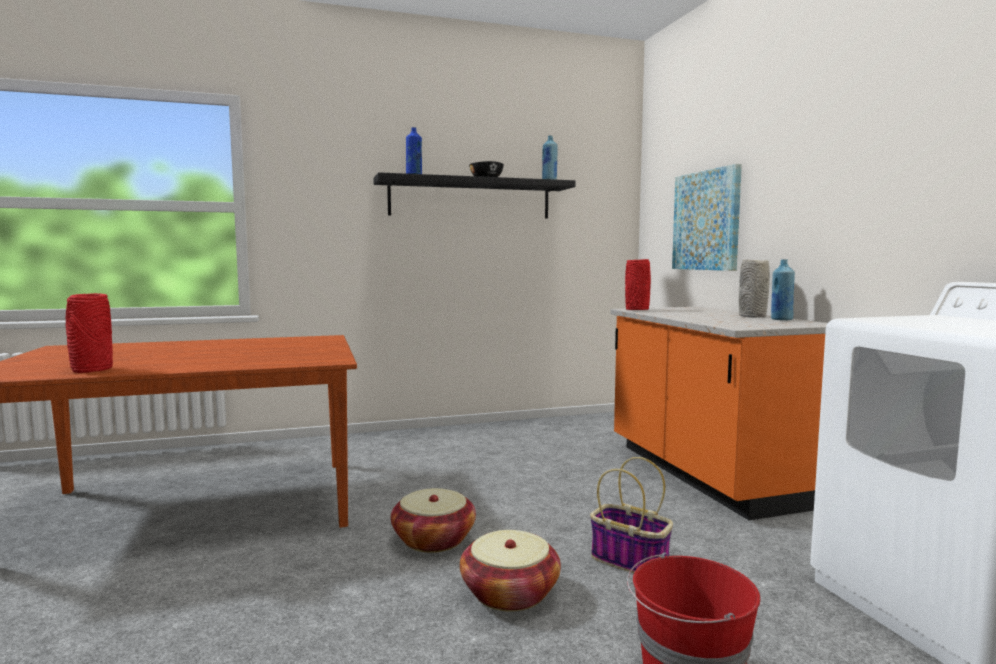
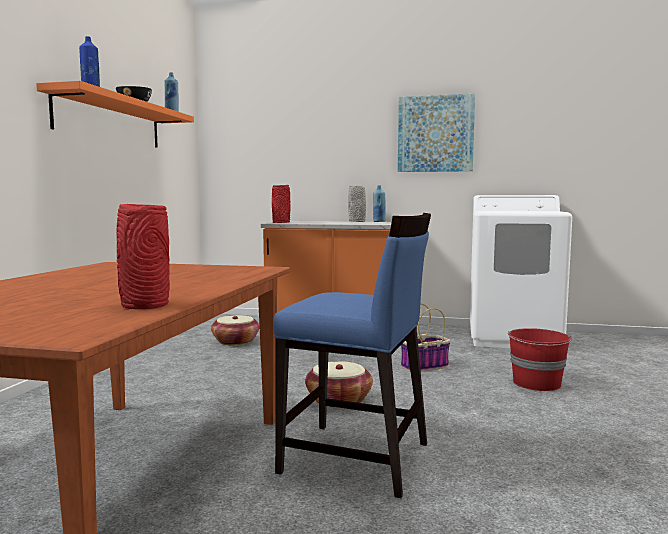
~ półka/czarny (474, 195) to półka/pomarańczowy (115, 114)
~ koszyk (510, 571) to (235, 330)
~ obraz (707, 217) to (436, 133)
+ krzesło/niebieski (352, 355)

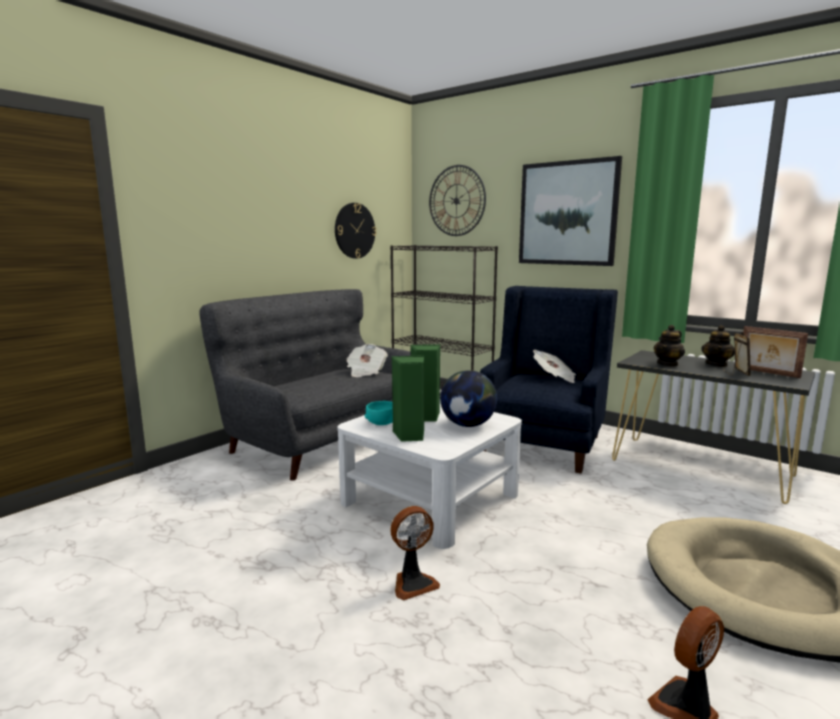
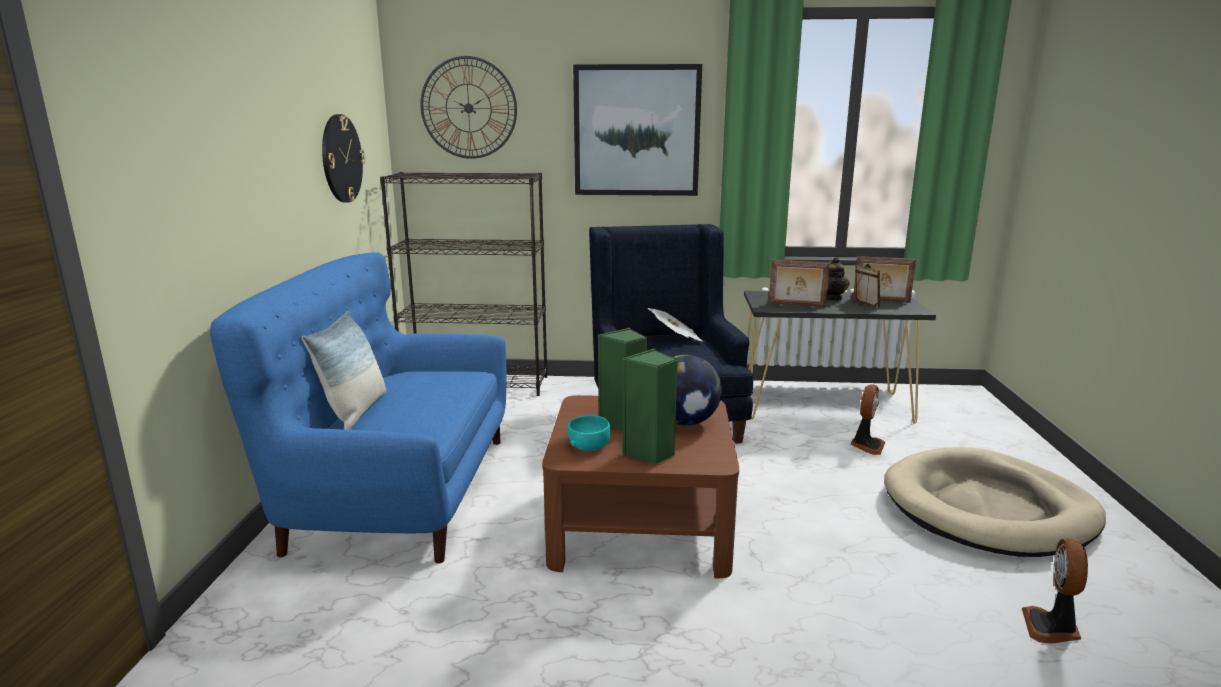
~ kanapa/szary (305, 385) to kanapa/niebieski (358, 408)
~ ława/biały (429, 475) to ława/brązowy (640, 486)
- gazeta (367, 360)
~ wentylator (415, 553) to (867, 420)
~ imbryk (669, 346) to ramka na zdjęcie (799, 283)
+ poduszka (344, 370)

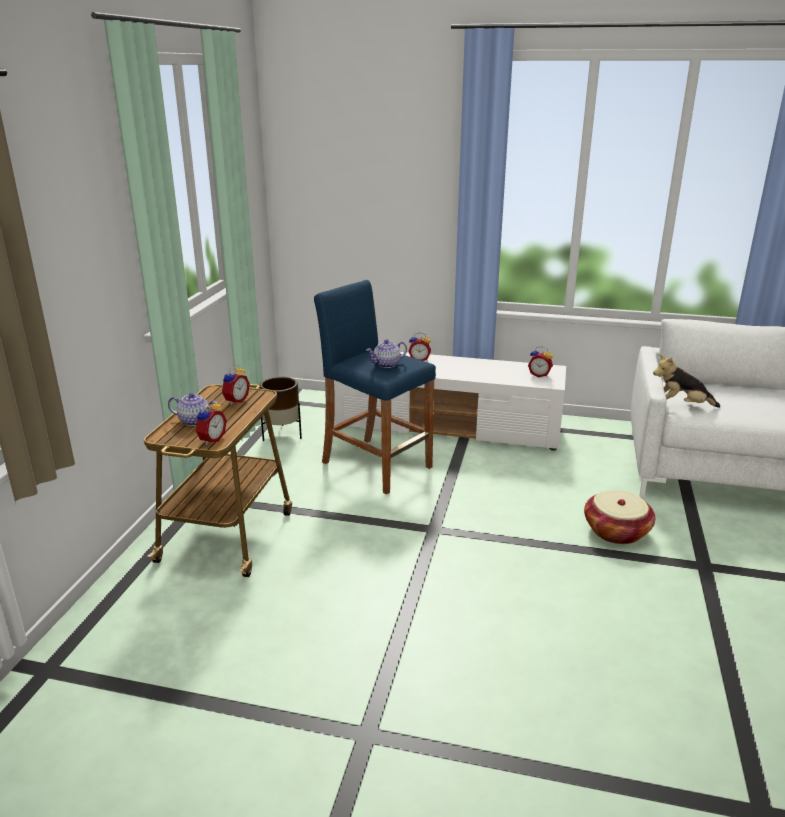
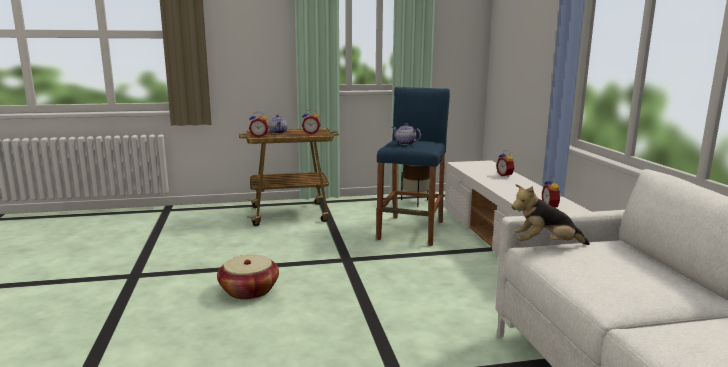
~ koszyk (619, 517) to (248, 276)
~ pluszak (686, 381) = (551, 214) 75 degrees counterclockwise

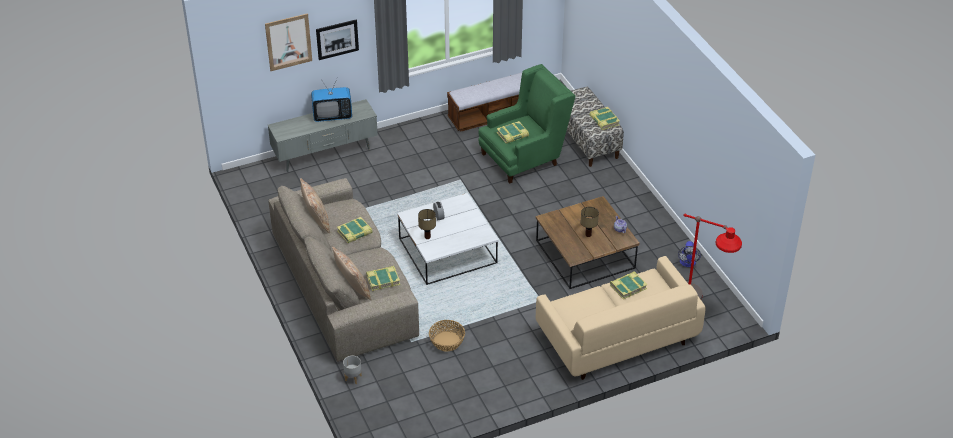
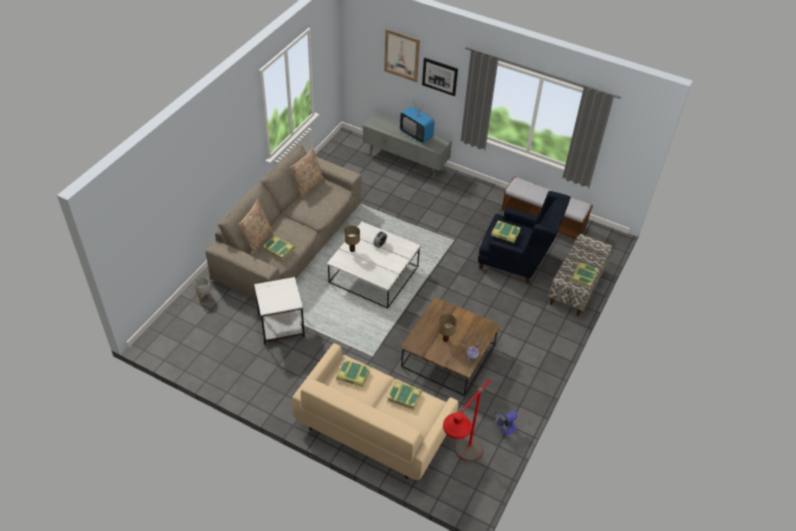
~ książka (354, 230) to (353, 373)
~ koszyk (447, 336) to stolik/biały (279, 311)
~ fotel/zielony (526, 123) to fotel/niebieski (524, 237)

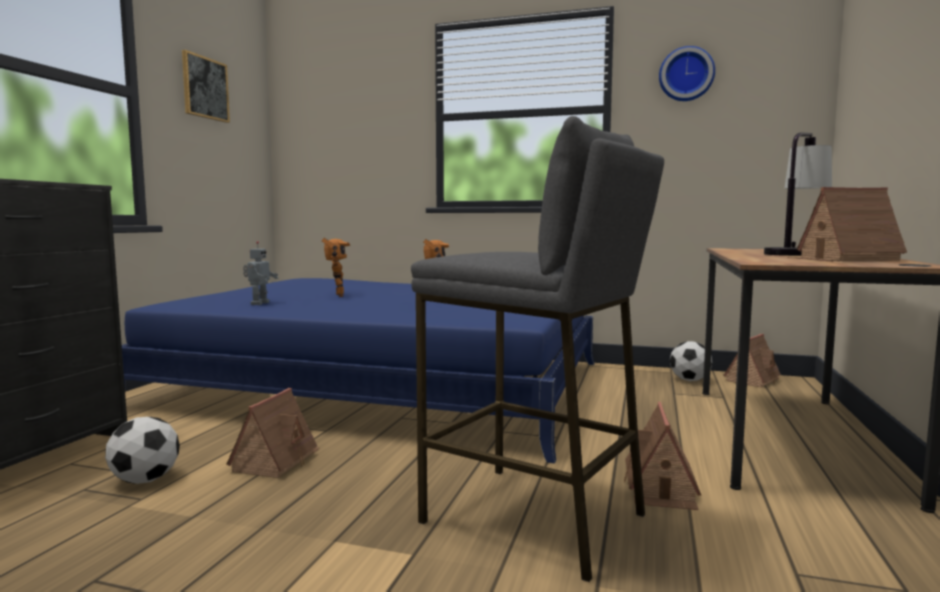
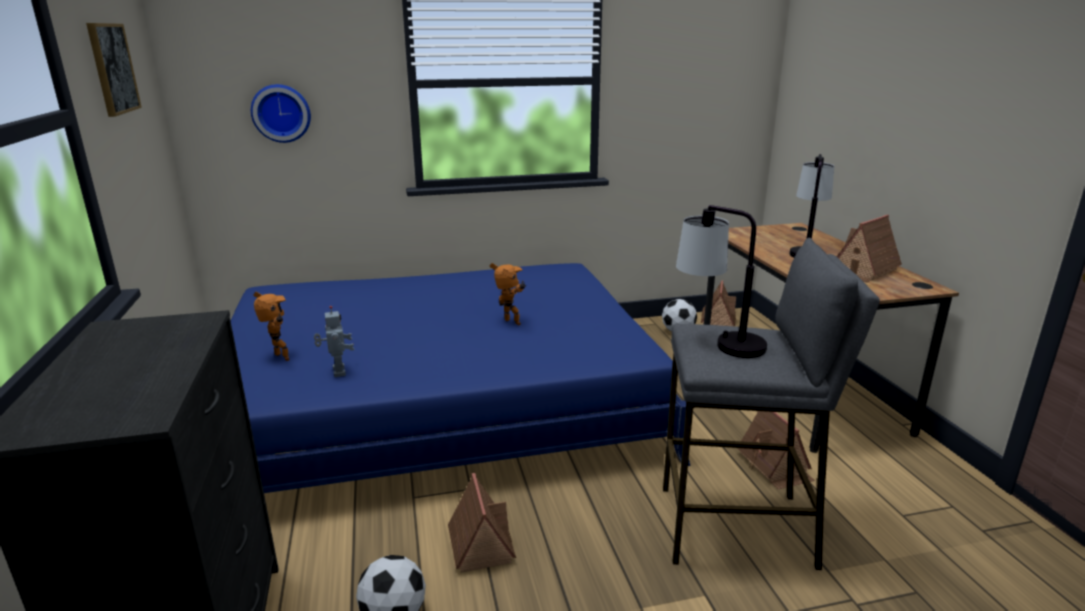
~ robot zabawkowy (336, 267) to (271, 326)
~ zegar ścienny (687, 73) to (281, 113)
+ lampa stołowa (721, 281)

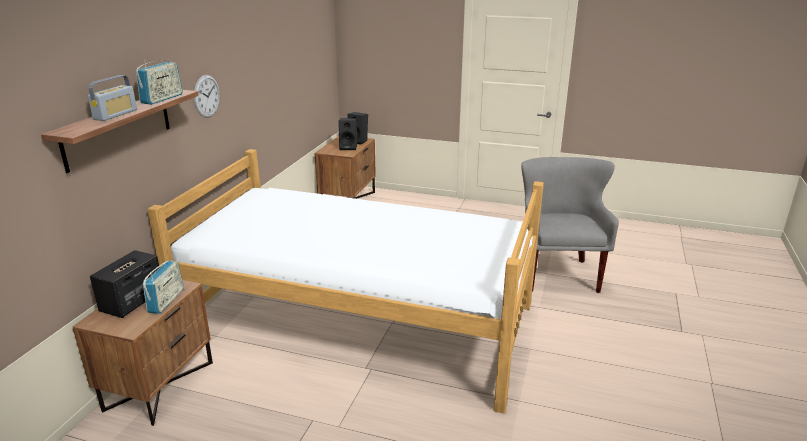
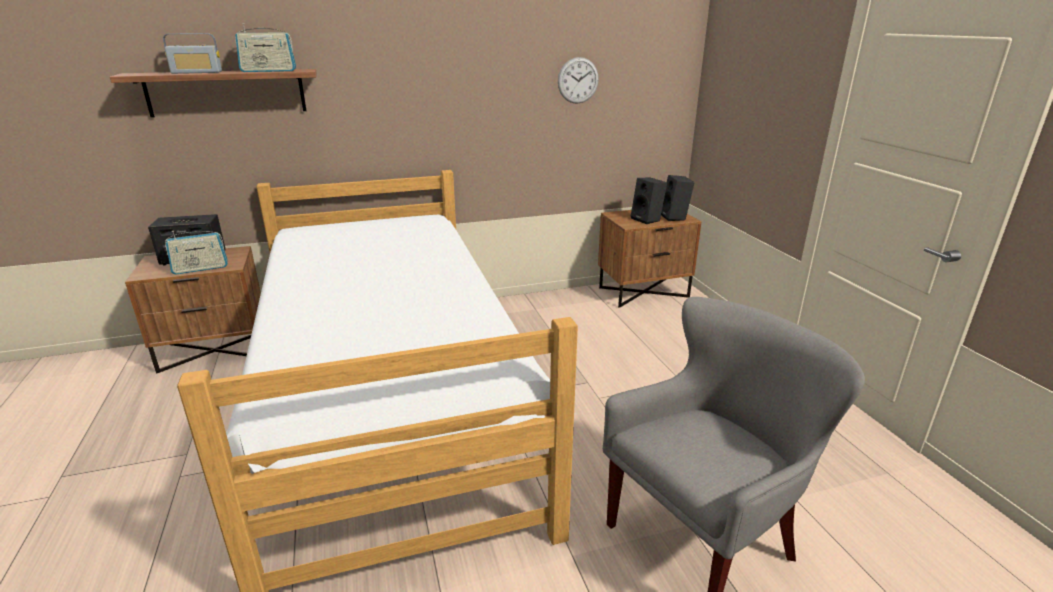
~ zegar ścienny (207, 96) to (578, 80)

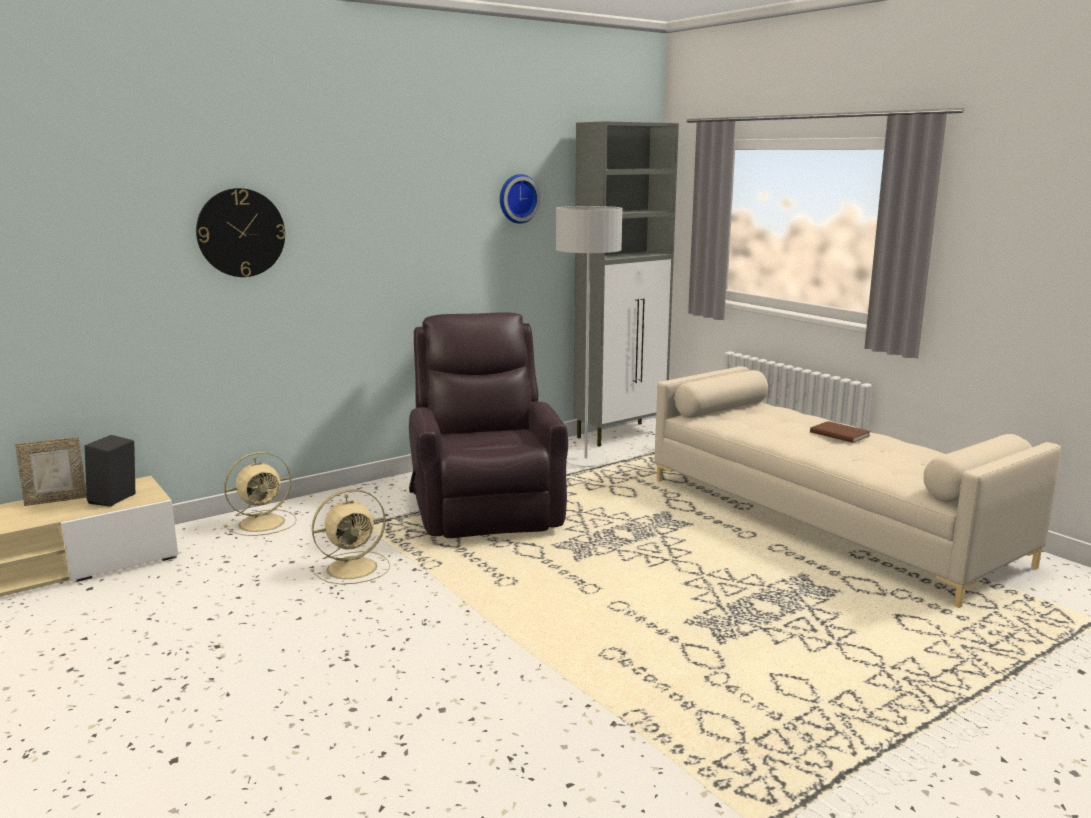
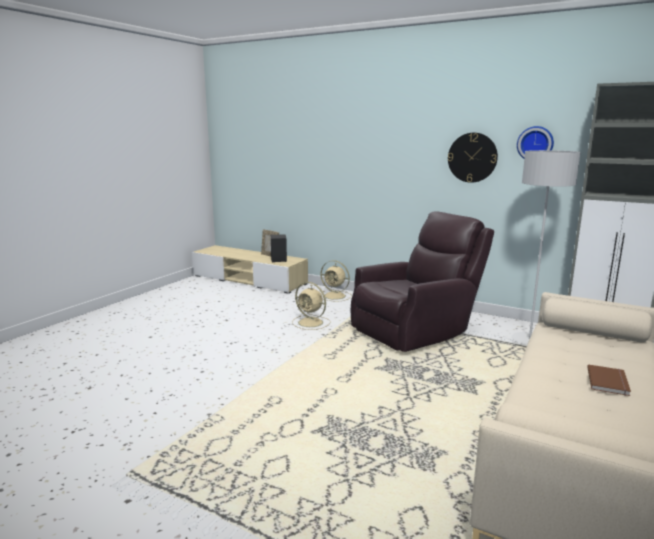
~ zegar ścienny (241, 232) to (473, 158)

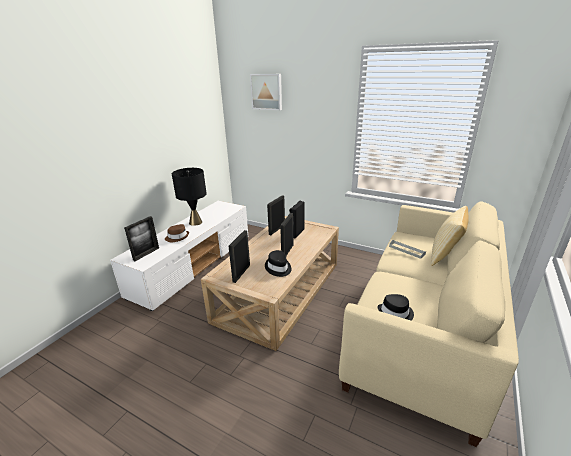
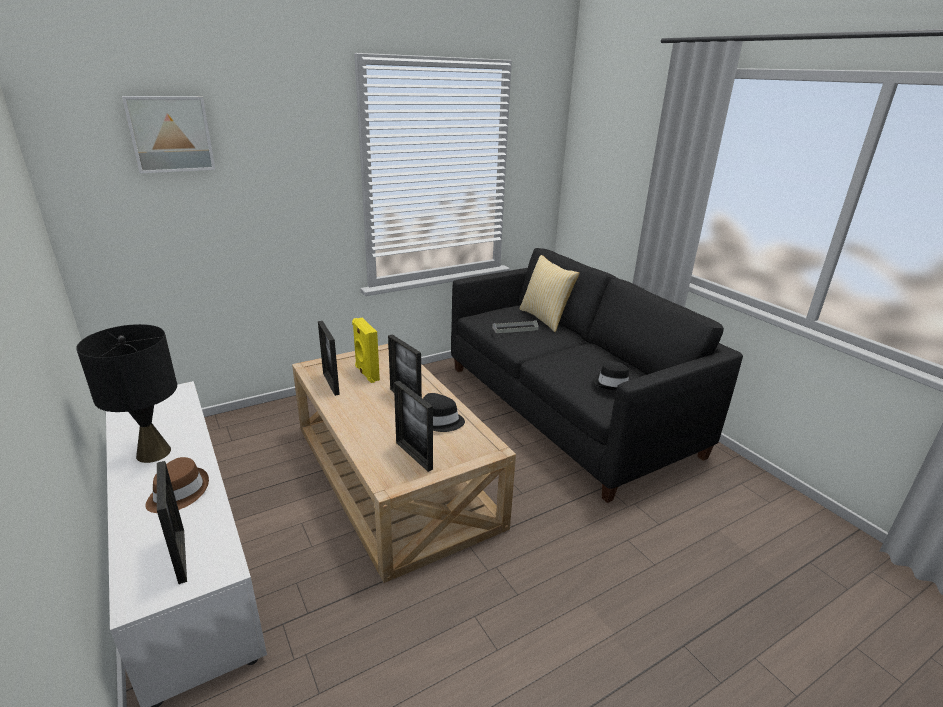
~ głośnik/czarny (297, 219) to głośnik/żółty (366, 350)
~ kanapa/beżowy (429, 324) to kanapa/czarny (597, 375)

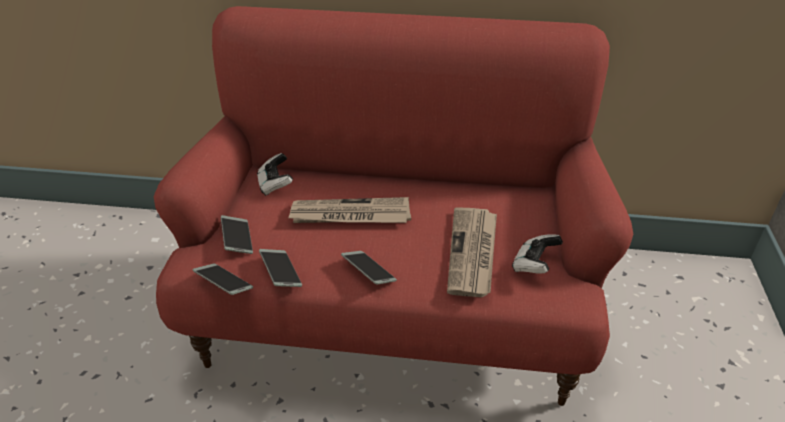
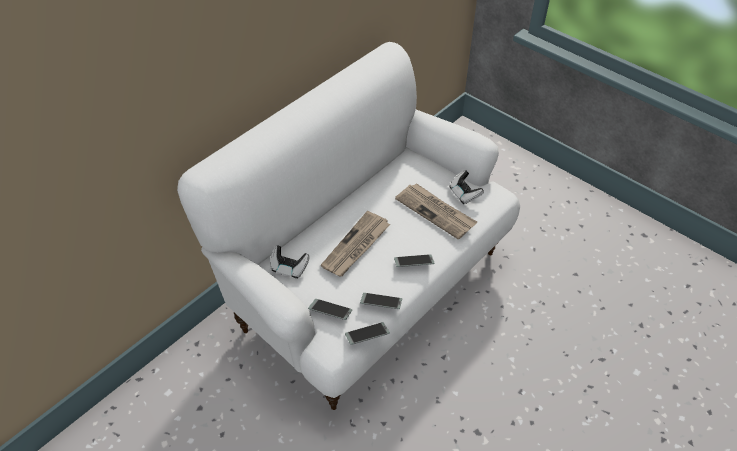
~ kanapa/czerwony (393, 206) to kanapa/biały (348, 226)

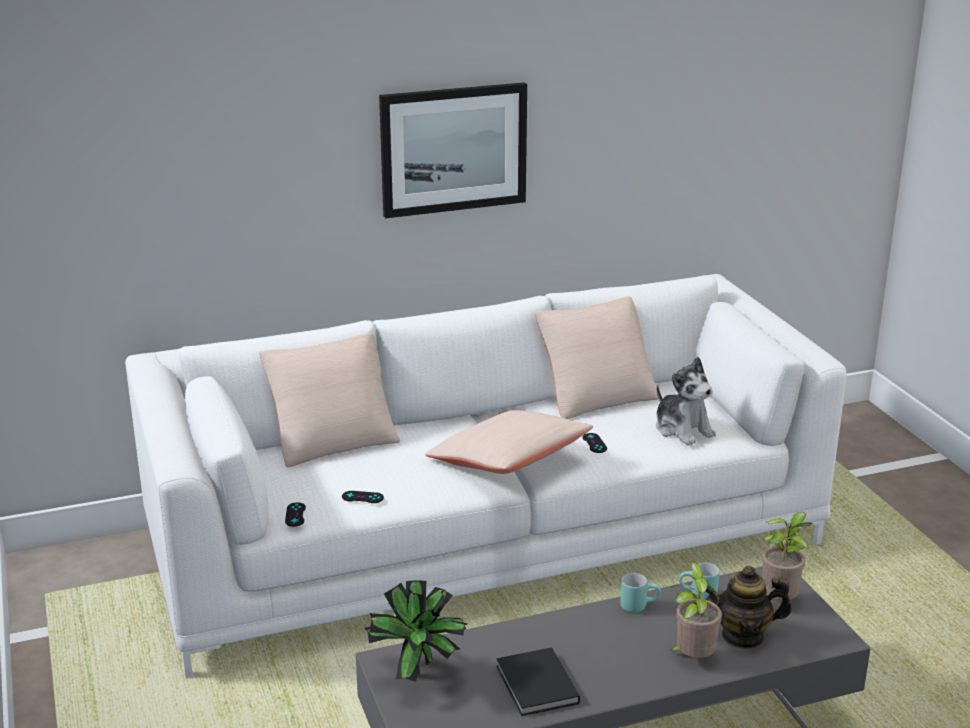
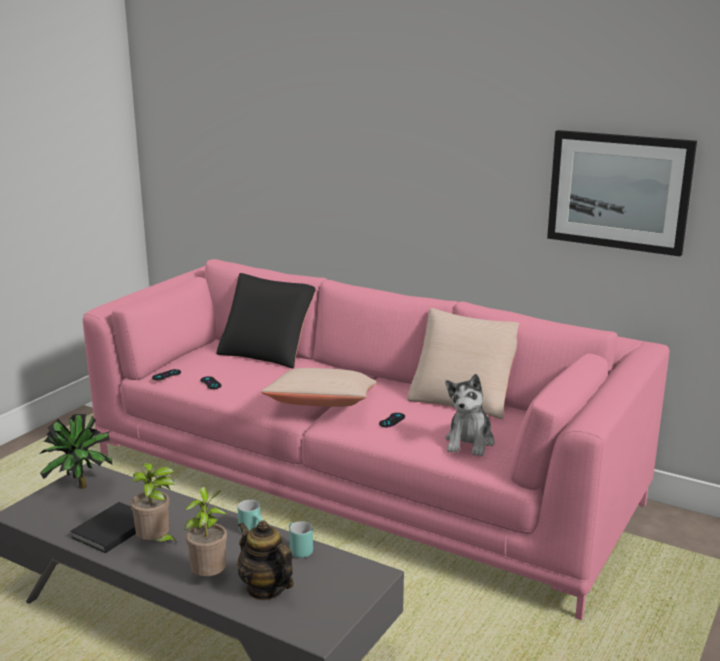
~ kanapa/biały (486, 476) to kanapa/różowy (376, 439)
~ poduszka/beżowy (329, 400) to poduszka/czarny (265, 321)
~ obraz (453, 150) to (622, 193)
~ roślina doniczkowa (787, 556) to (154, 503)

